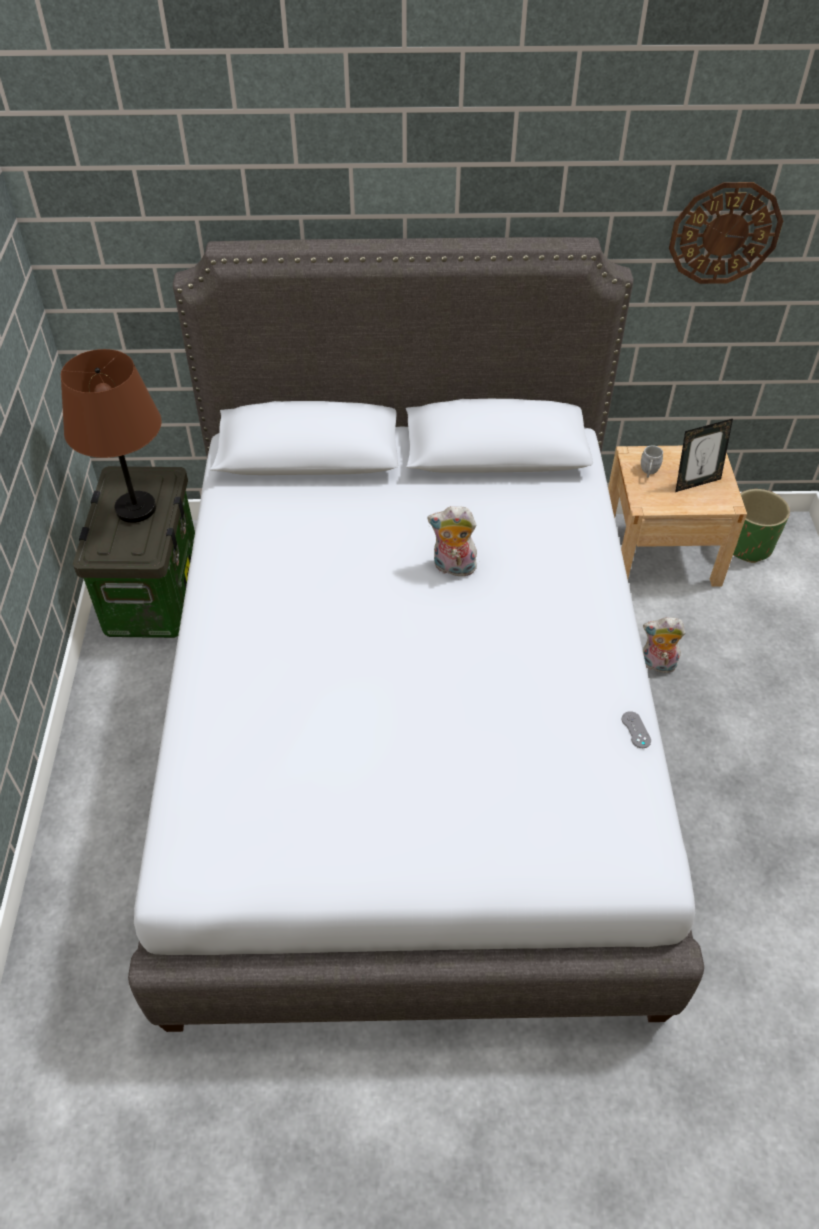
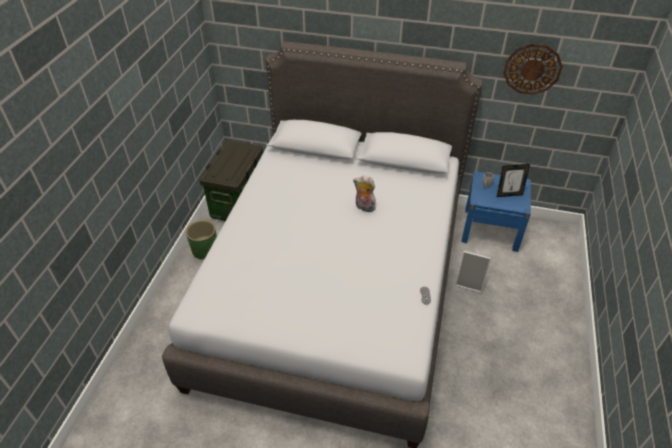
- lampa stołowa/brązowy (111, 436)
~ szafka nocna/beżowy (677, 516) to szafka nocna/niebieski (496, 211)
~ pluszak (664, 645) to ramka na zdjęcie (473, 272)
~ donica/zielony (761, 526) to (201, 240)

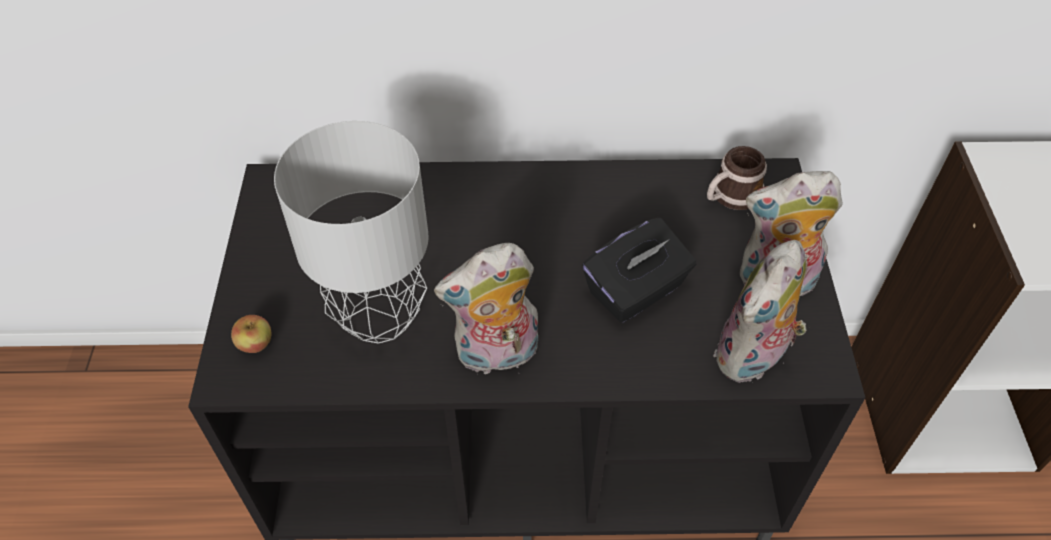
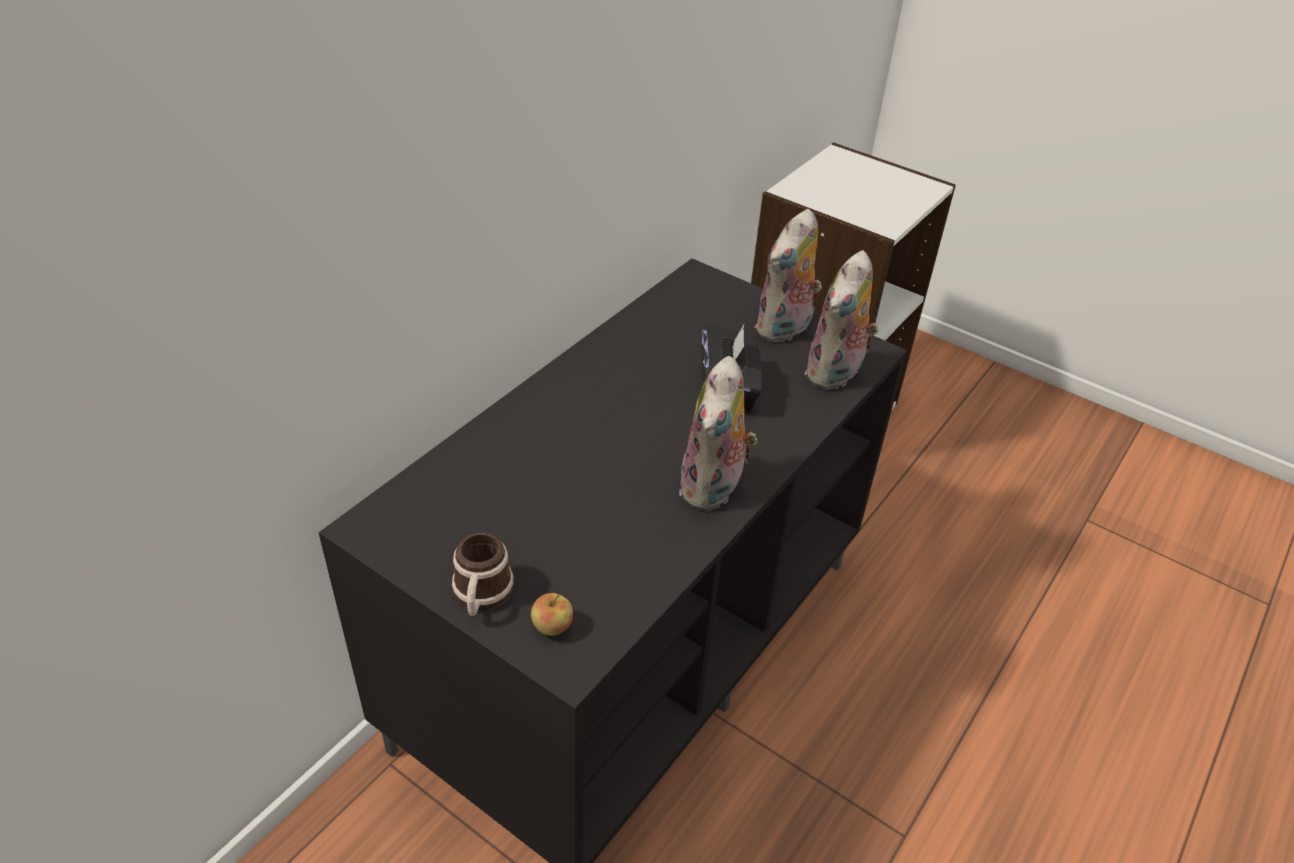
- lampa stołowa/szary (351, 232)
~ kubek (737, 178) to (483, 574)
~ pluszak (759, 311) = (841, 320) 45 degrees clockwise

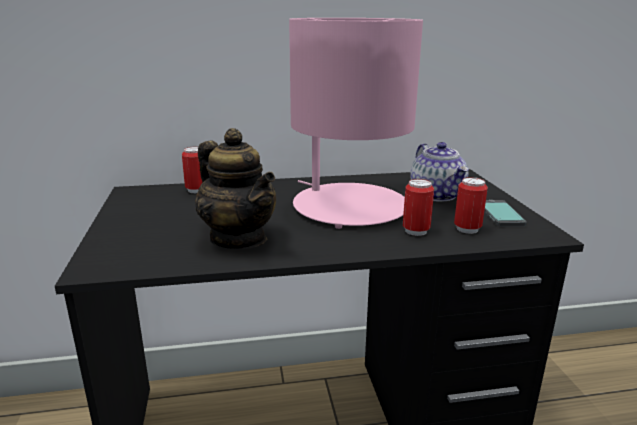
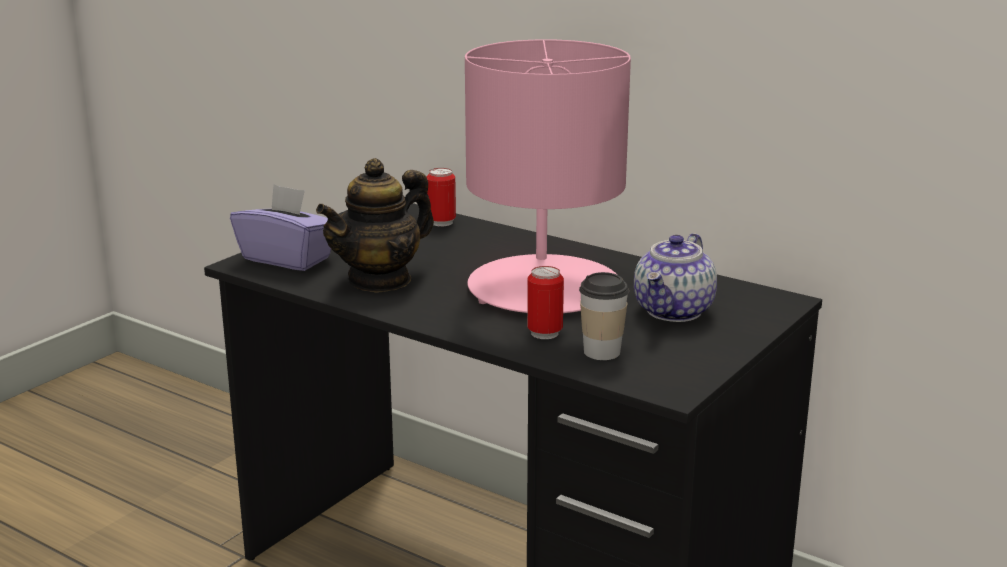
~ imbryk (235, 188) = (375, 225) 45 degrees clockwise
~ puszka (471, 205) to filiżanka (604, 316)
- telefon (505, 213)
+ pudełko chusteczek/fioletowy (280, 227)

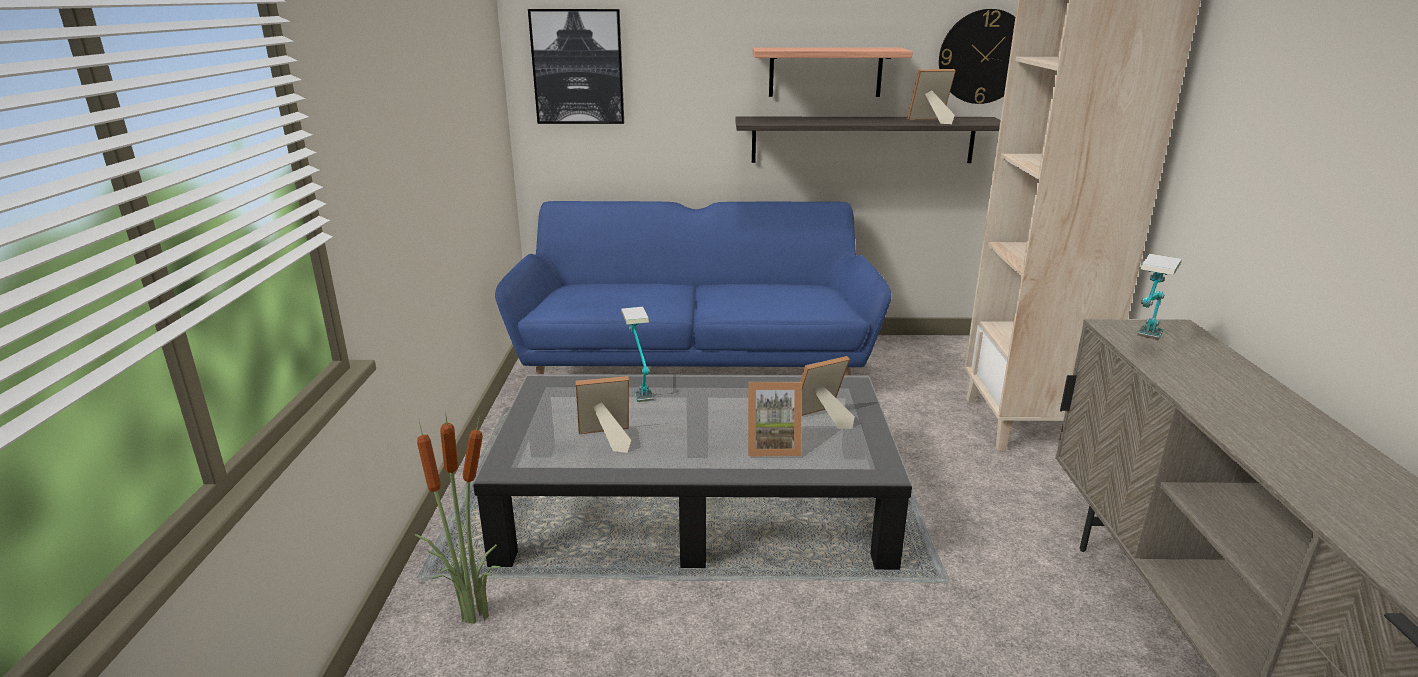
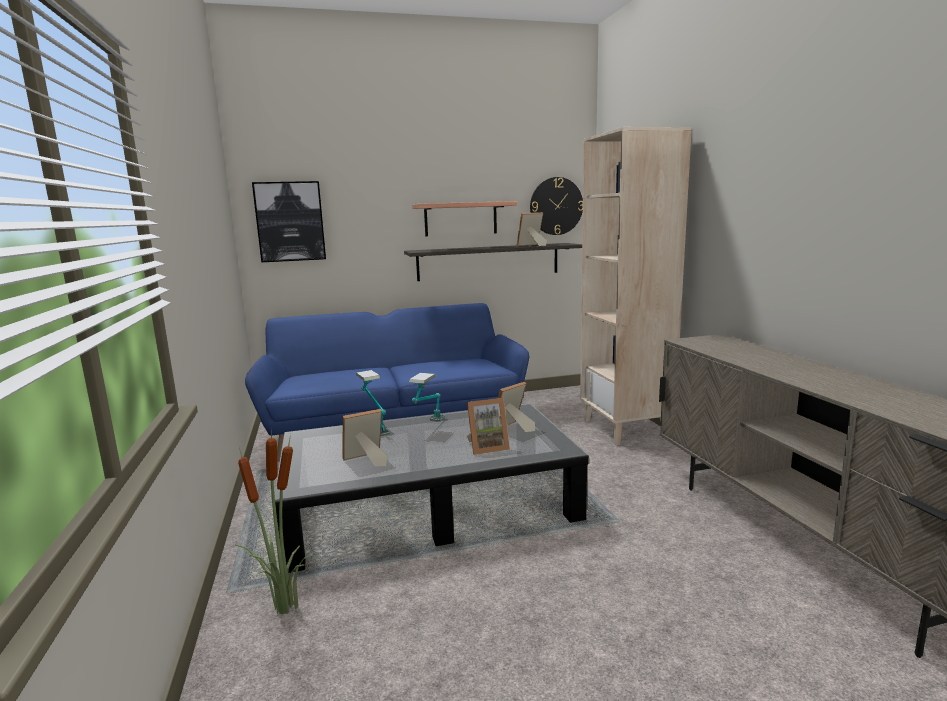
~ lampa stołowa (1159, 297) to (427, 397)

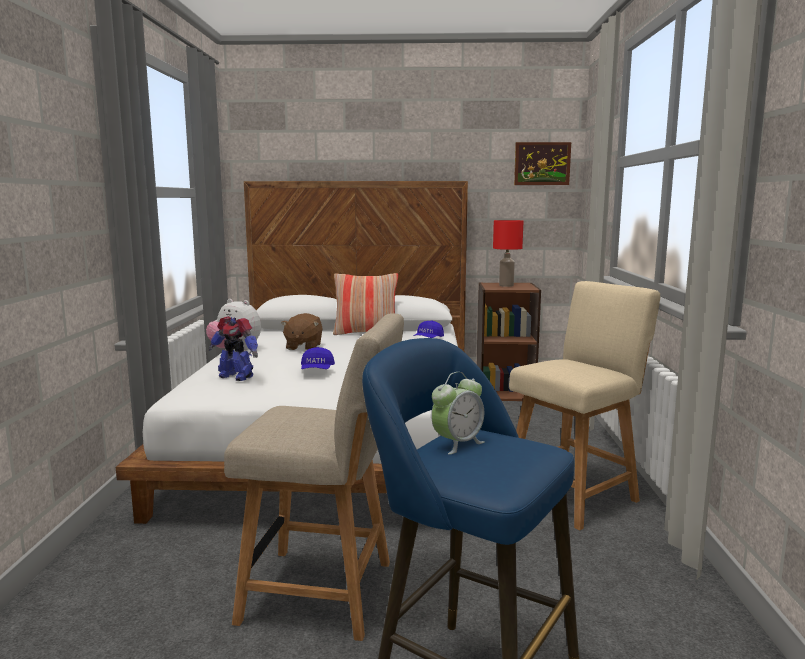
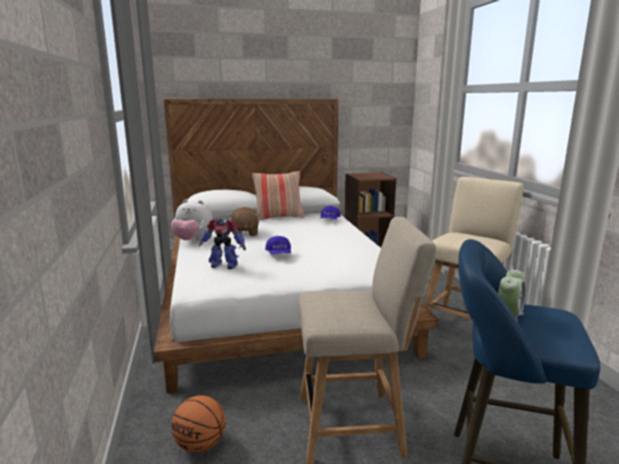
- lampa stołowa/czerwony (508, 253)
- obraz (542, 163)
+ piłka do koszykówki (199, 424)

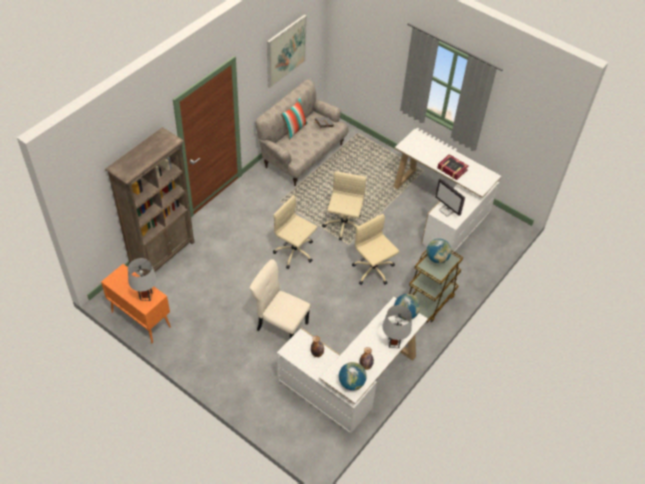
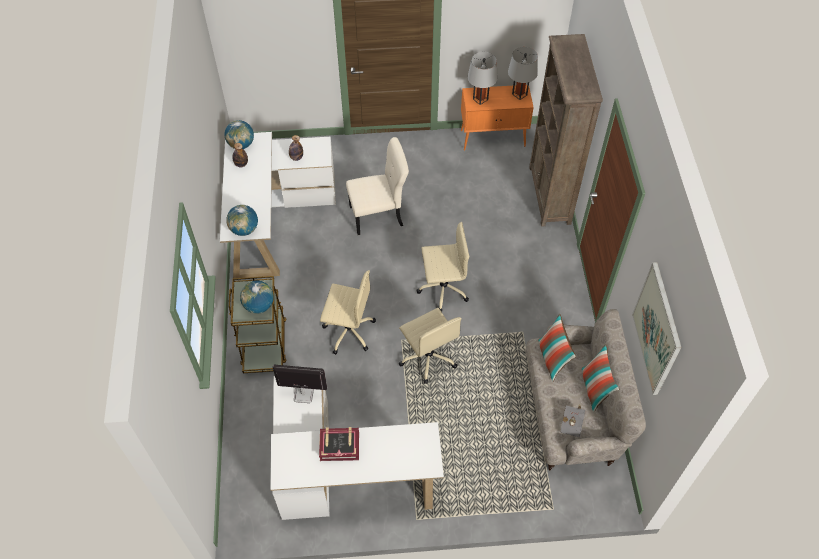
~ lampa stołowa/szary (397, 326) to (523, 73)
+ poduszka (557, 347)

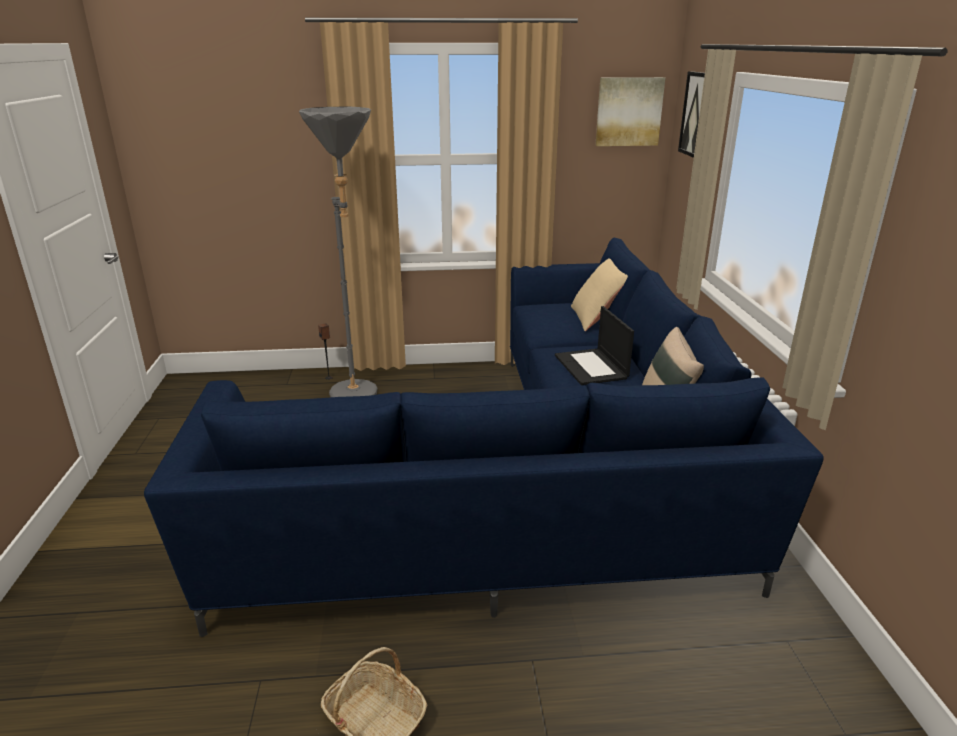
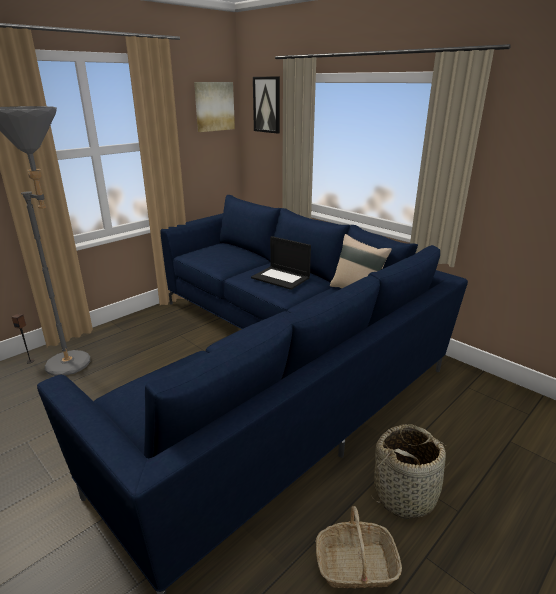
- poduszka/beżowy (599, 294)
+ koszyk (410, 471)

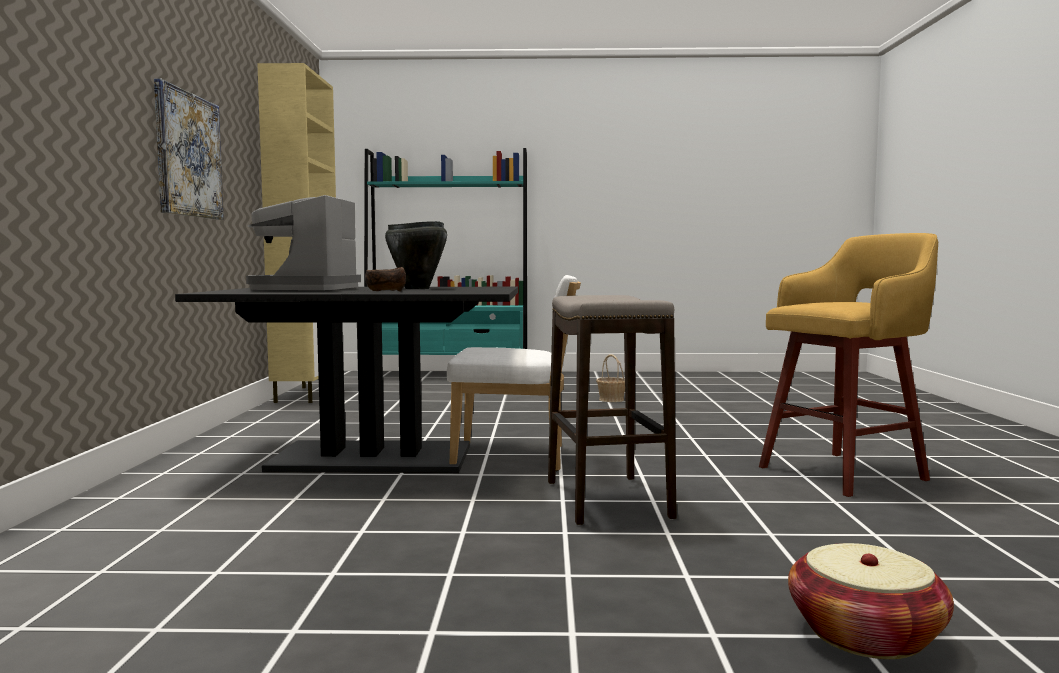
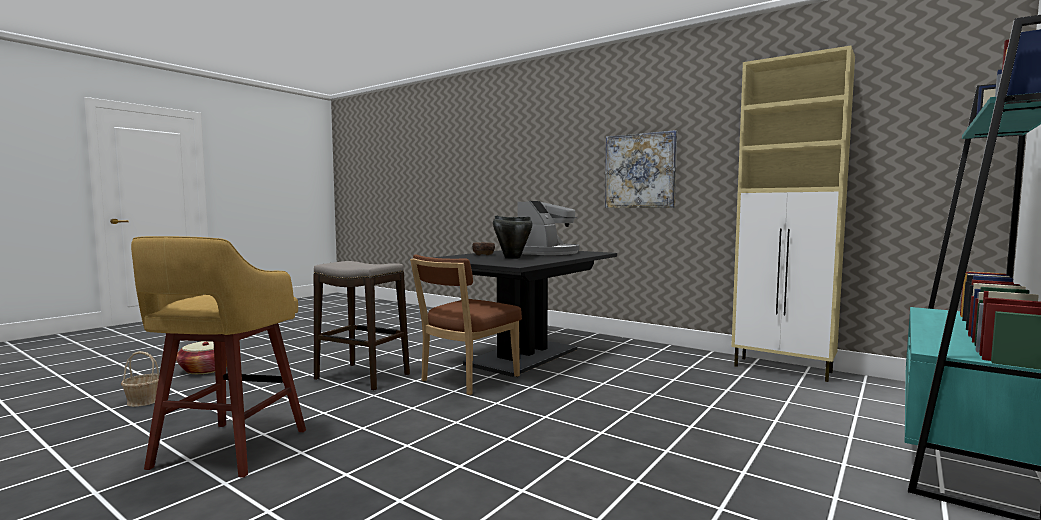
~ ekspres do kawy (303, 242) = (548, 228) 75 degrees clockwise
~ krzesło/biały (514, 373) to krzesło/brązowy (466, 324)
~ koszyk (610, 378) to (140, 379)

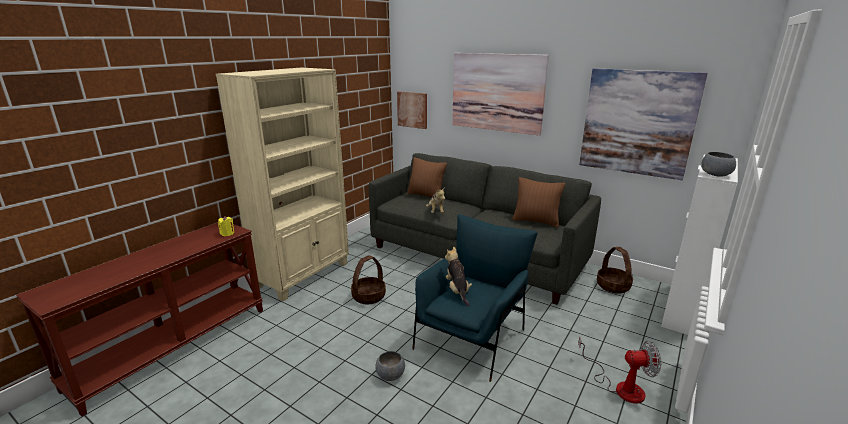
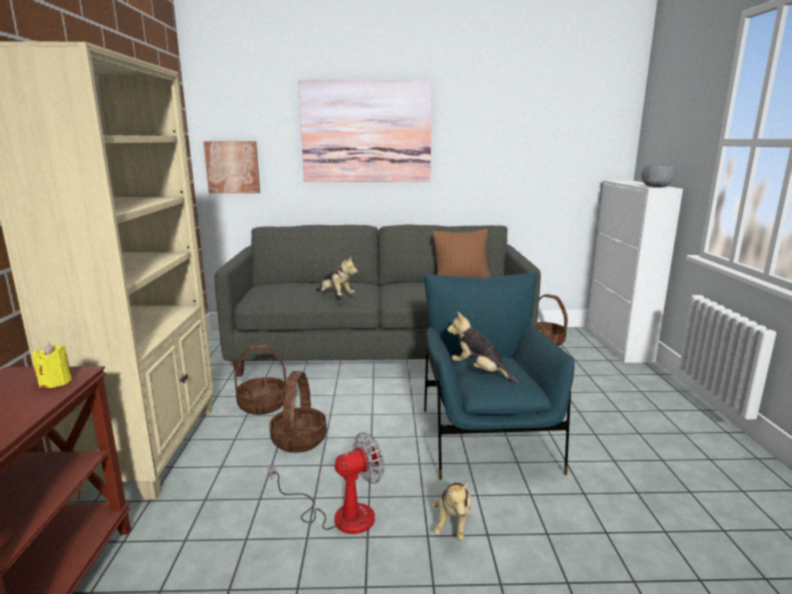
~ miska/szary (390, 366) to pluszak (452, 511)
- poduszka/brązowy (427, 177)
~ wentylator (619, 370) to (326, 483)
- obraz (643, 124)
+ koszyk (260, 379)

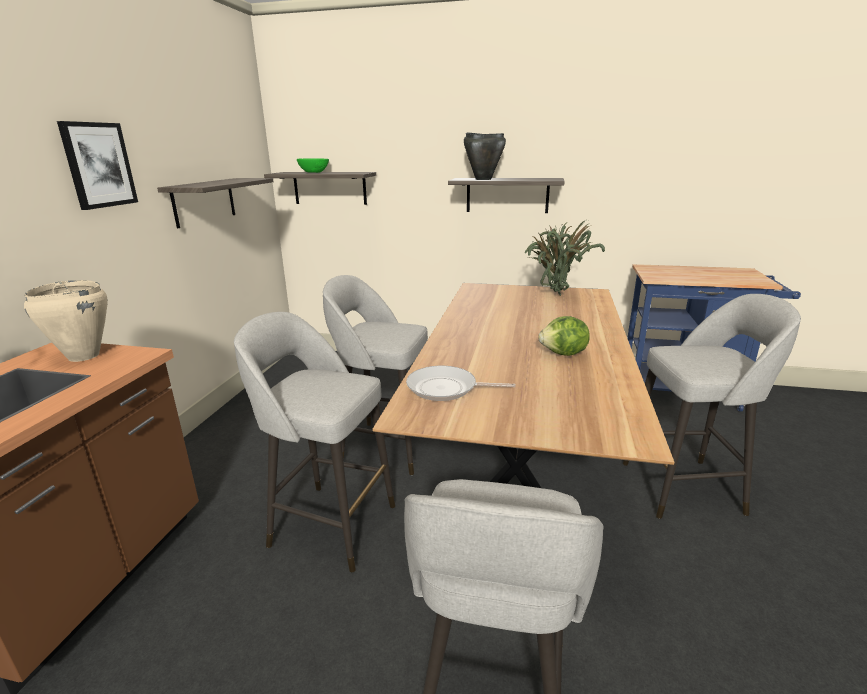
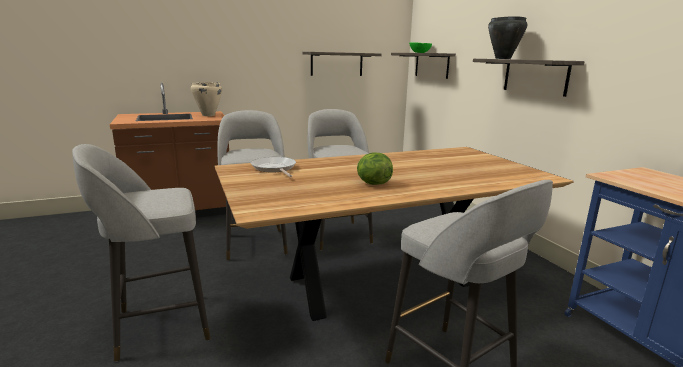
- obraz (97, 165)
- roślina doniczkowa (565, 258)

